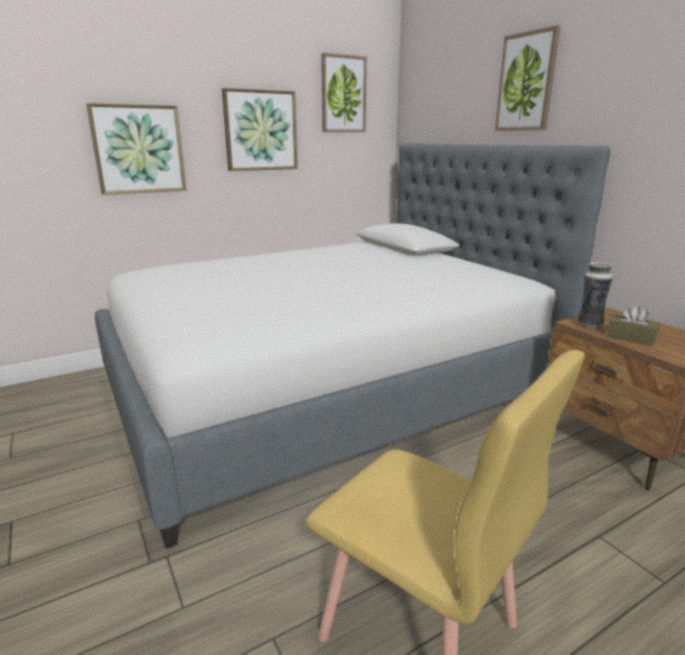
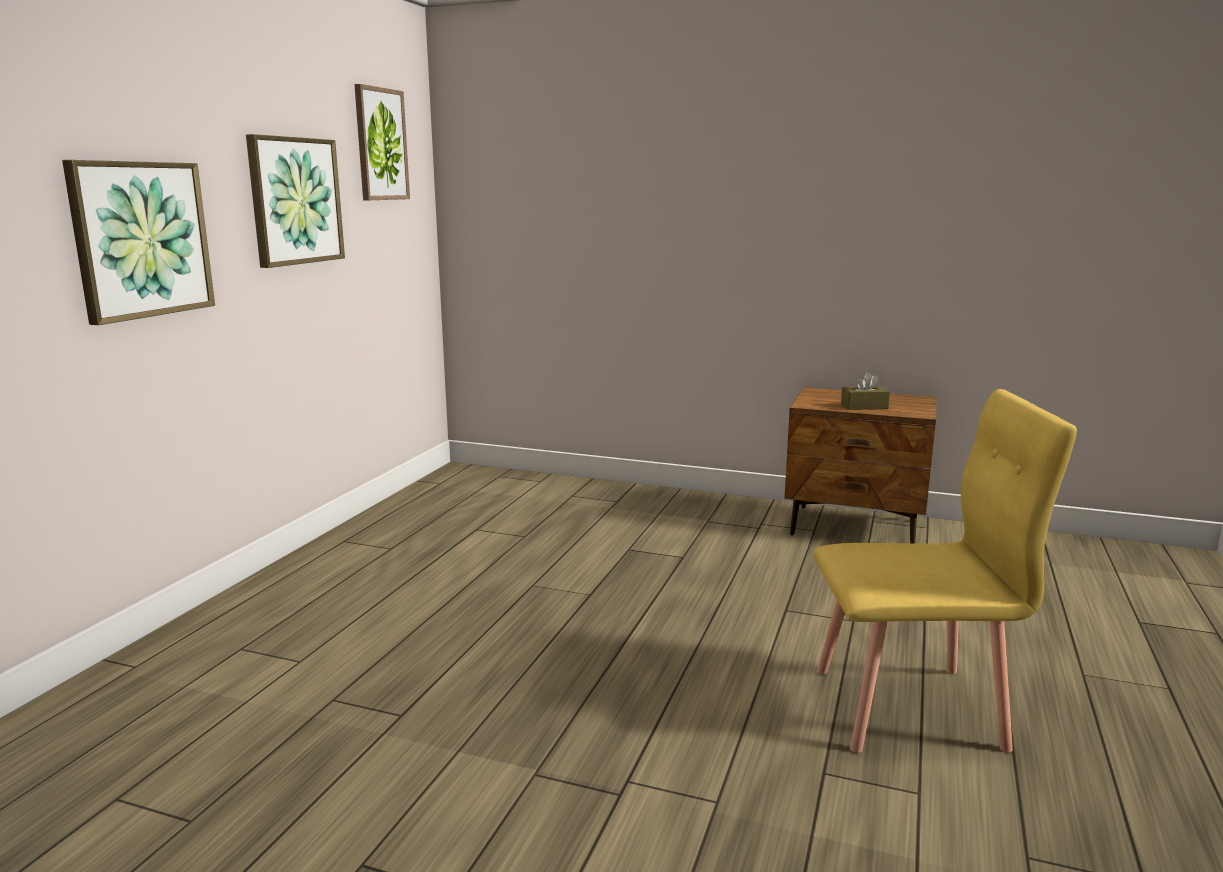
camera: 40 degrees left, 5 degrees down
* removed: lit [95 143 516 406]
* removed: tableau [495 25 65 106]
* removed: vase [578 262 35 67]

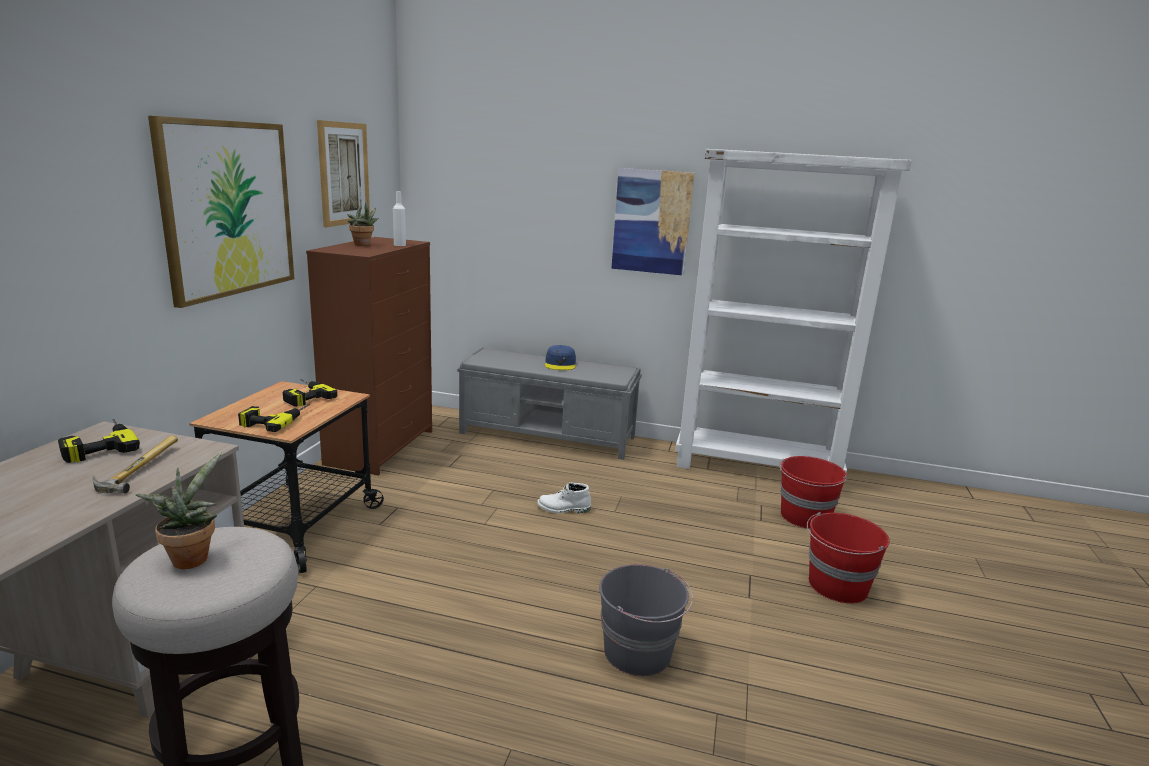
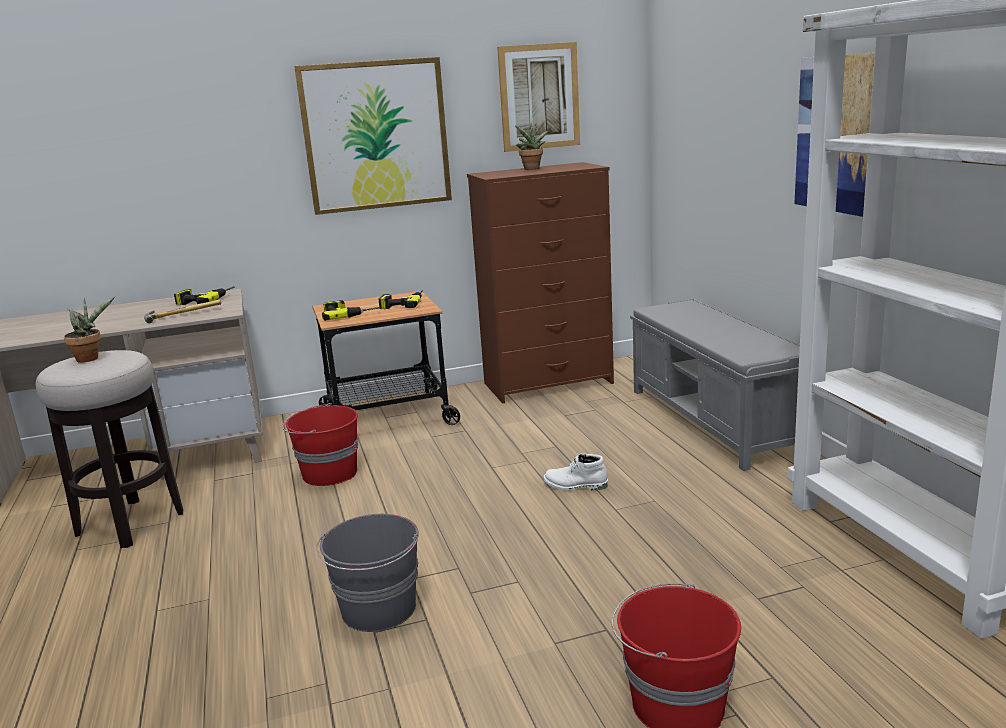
camera: 60 degrees right, 0 degrees up
* removed: bouteille/blanc [393 192 13 54]
* removed: casquette/bleu [545 345 31 25]
* moved: seau/rouge [779 456 68 73] to [282 403 76 83]
* turned: botte/blanc [537 482 54 31] = [544 453 64 38] 45 degrees counterclockwise

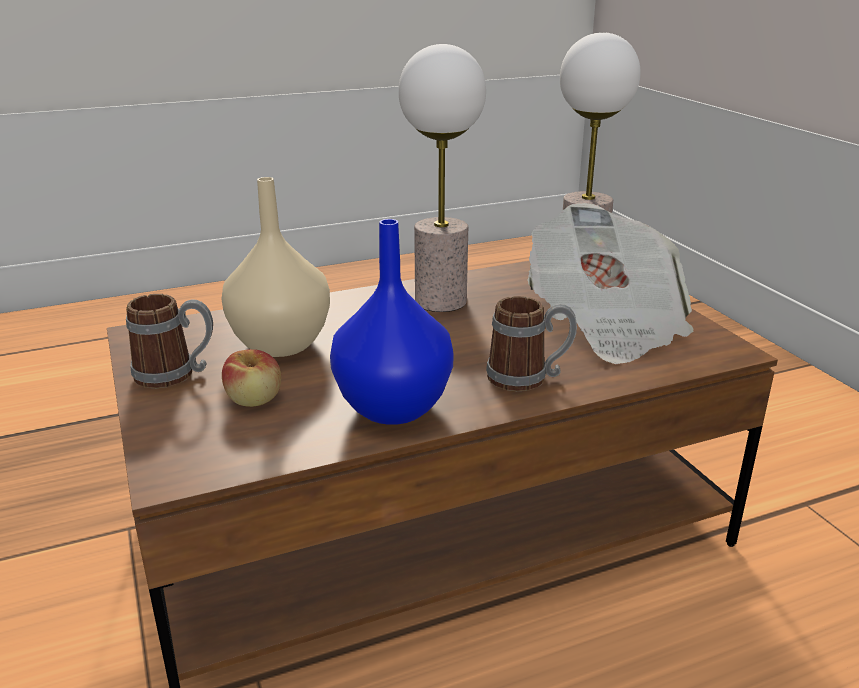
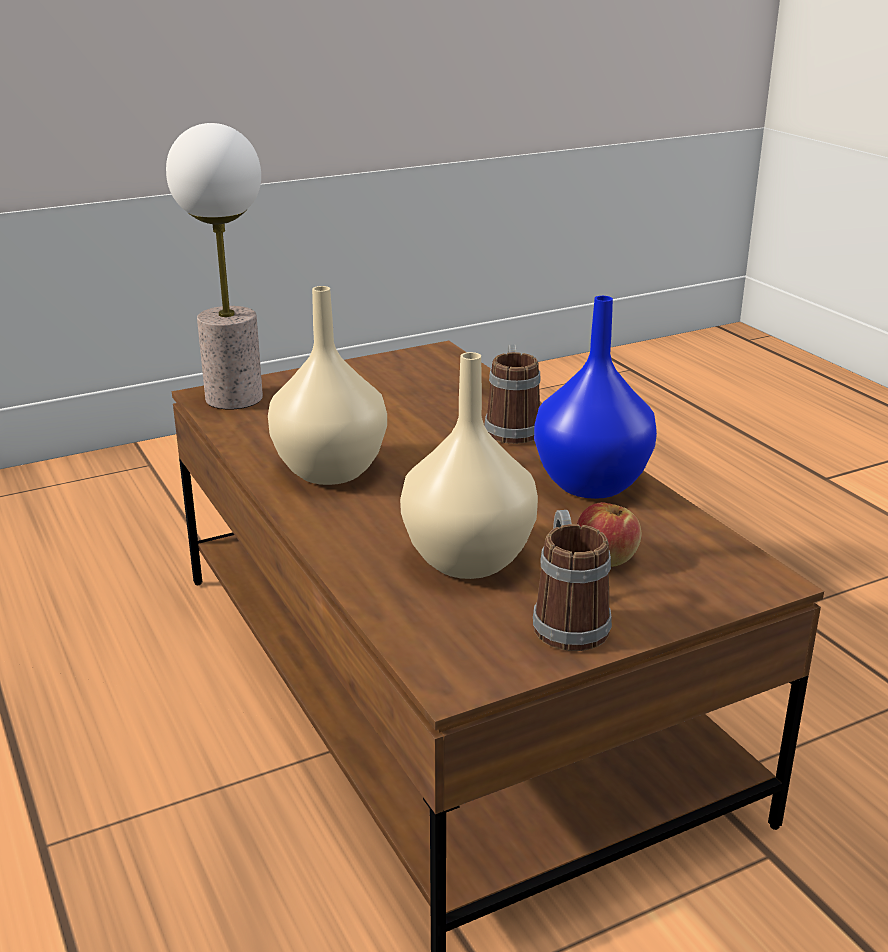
camera: 95 degrees left, 0 degrees up
* removed: journal [527 203 167 161]
* replaced: lampe de table [399 44 87 268] to vase/beige [268 286 119 199]

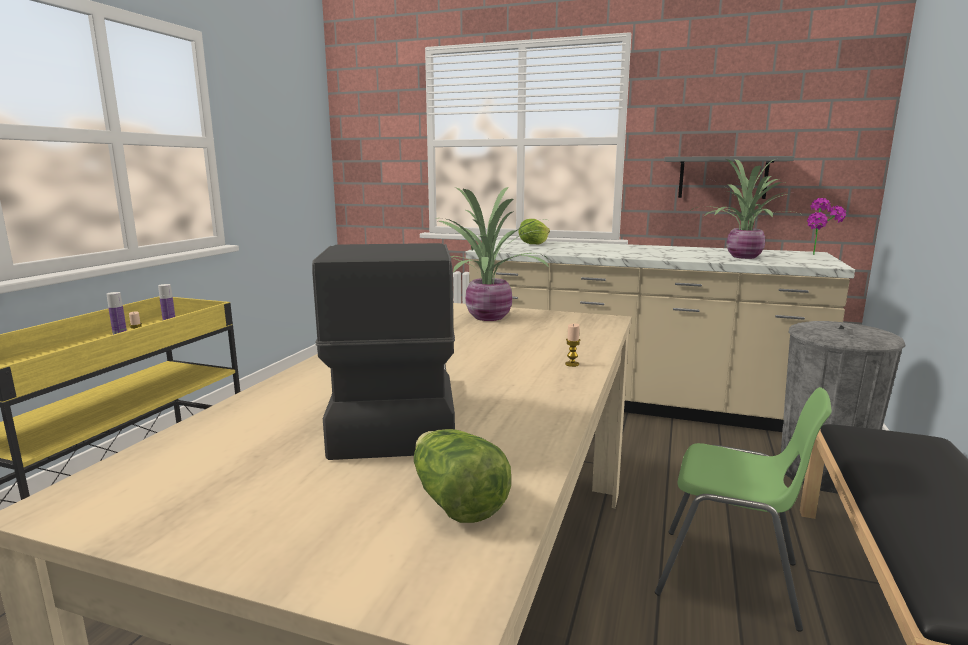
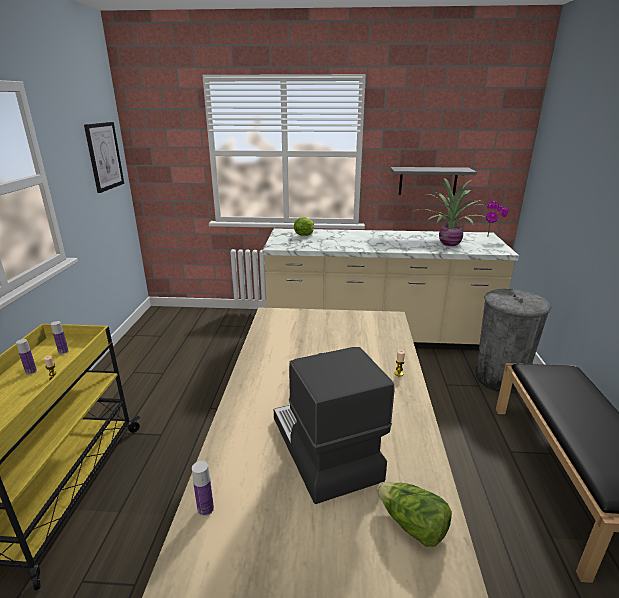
camera: 15 degrees left, 10 degrees up
* removed: plante en pot [436 187 114 134]
* removed: chaise/vert [655 387 177 245]
* added: tableau [84 122 40 71]
* added: bouteille [192 461 22 55]

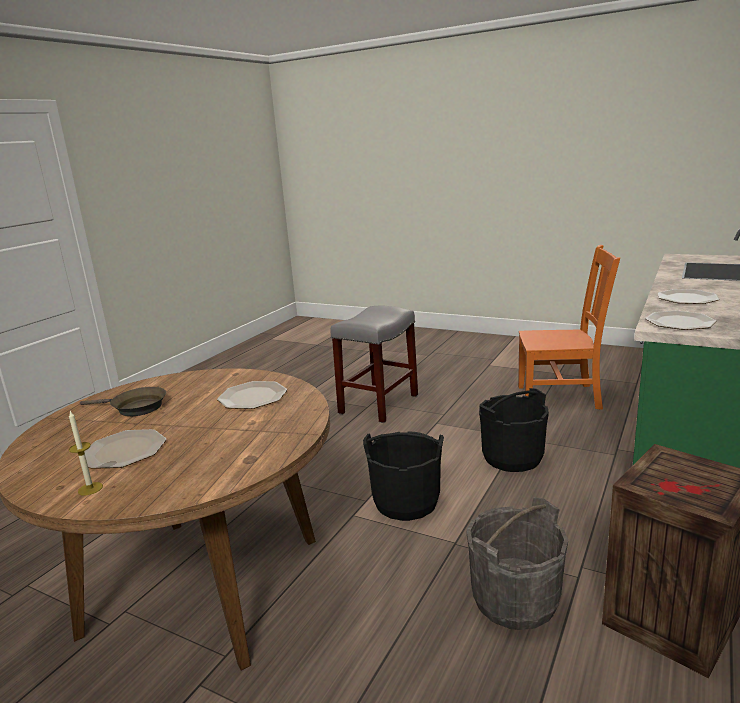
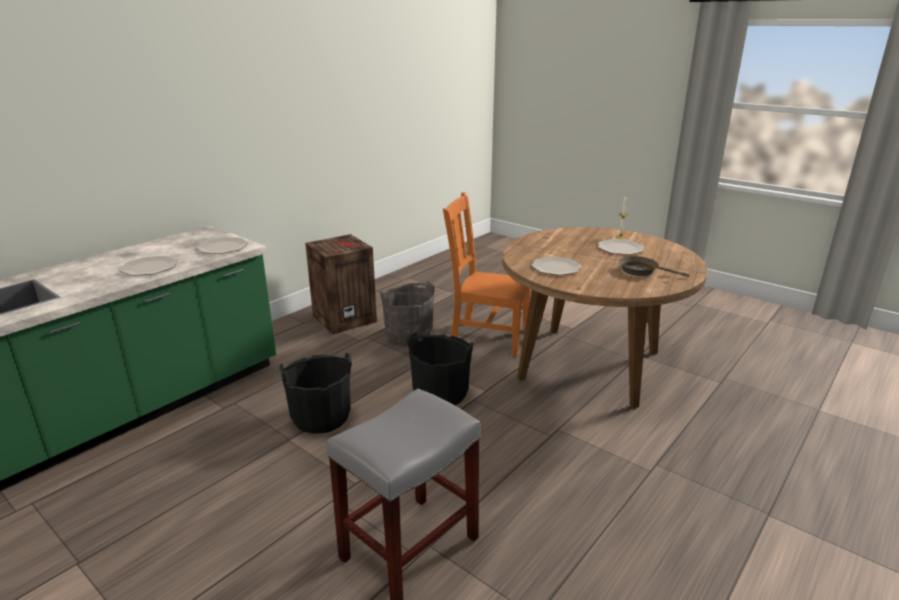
camera: 170 degrees left, 5 degrees up
* moved: chaise/orange [518 245 102 165] to [443 192 88 165]

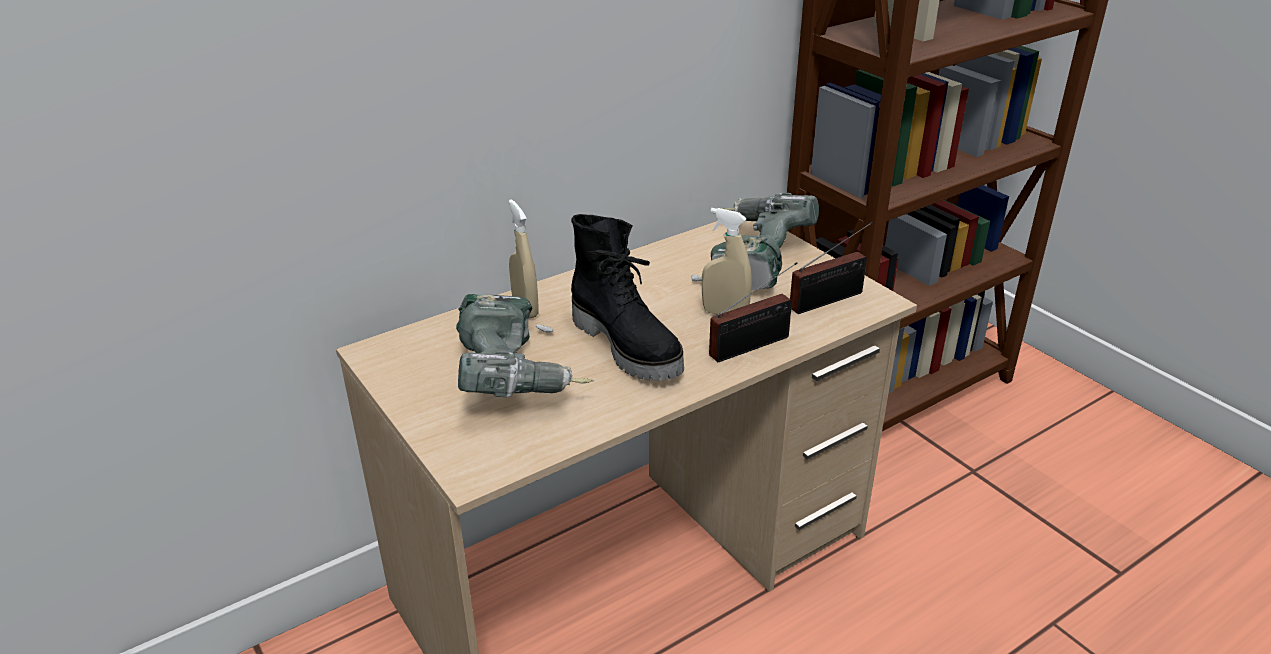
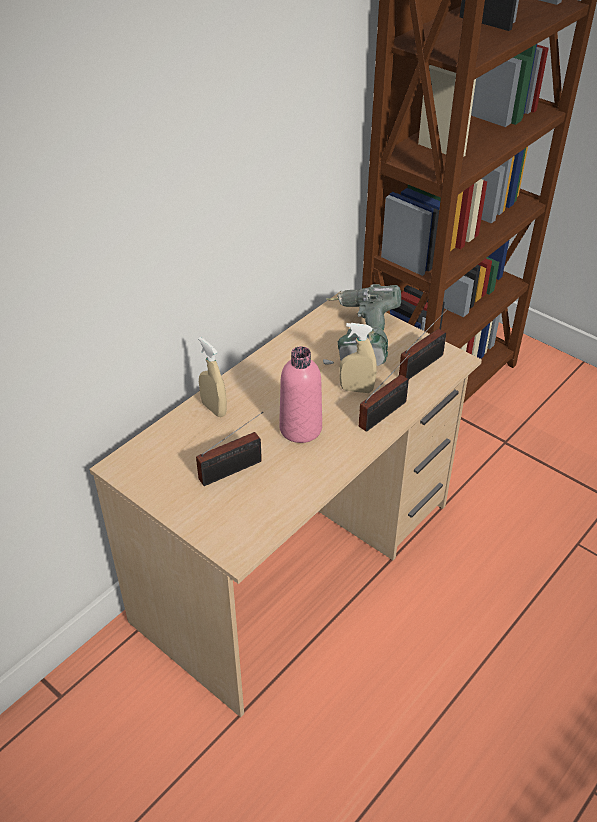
camera: 15 degrees left, 10 degrees up
* replaced: perceuse [456 294 138 103] to radio [196 412 67 74]
* replaced: botte/noir [571 214 113 167] to bouteille/rose [279 346 43 97]

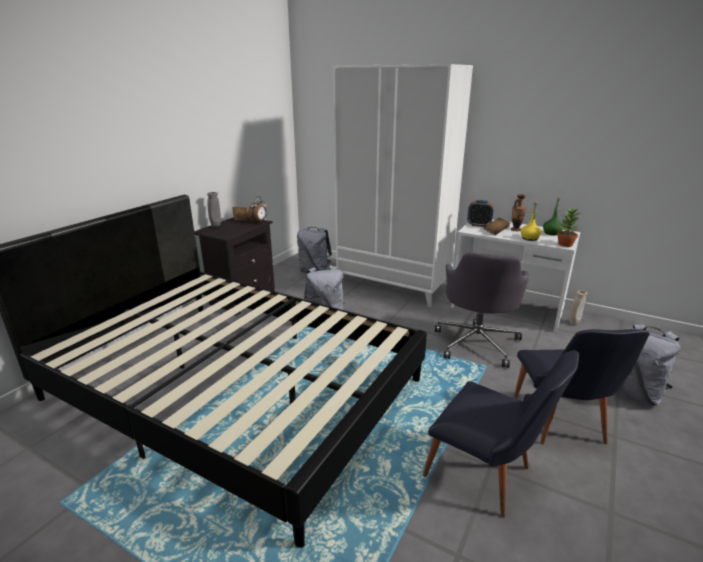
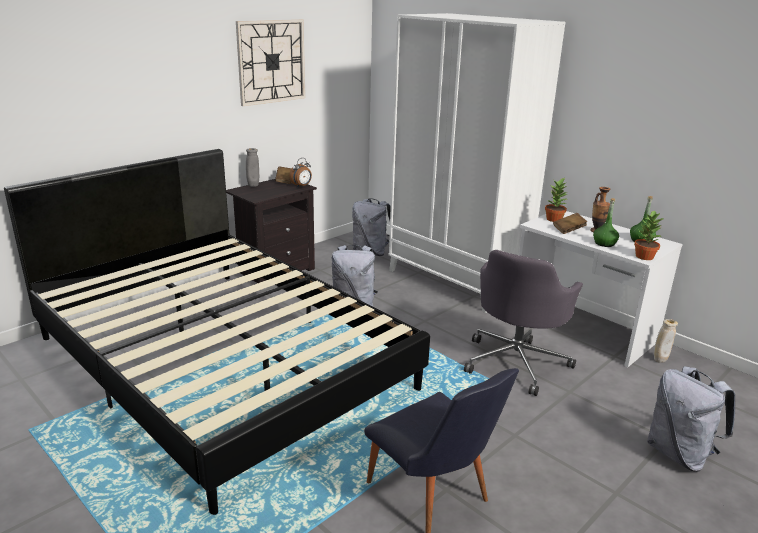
camera: 15 degrees right, 0 degrees up
* removed: chaise/noir [514 329 136 116]
* added: horloge murale [236 19 69 87]
* replaced: réveil [467 200 27 27] to plante en pot [545 177 22 45]
* recoloured: bouteille/jaune [521 202 20 39] to bouteille/vert [593 198 26 49]

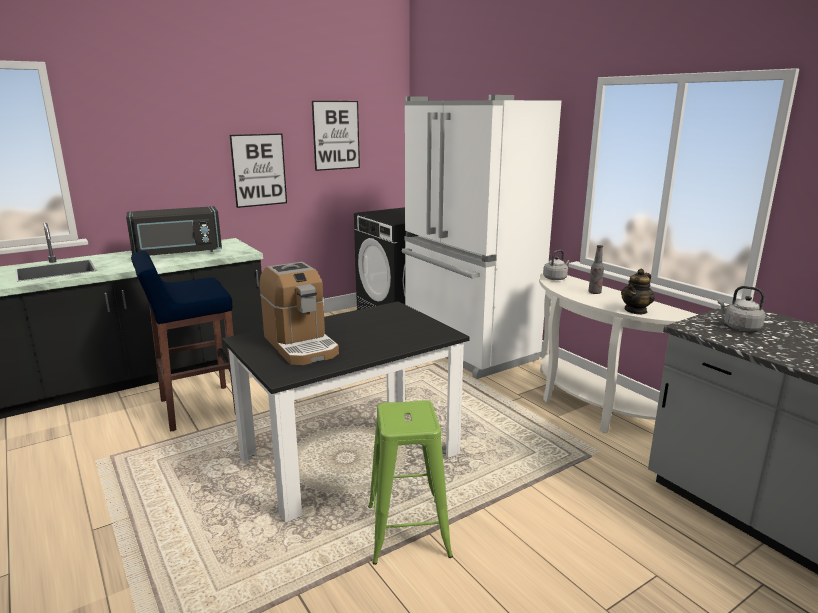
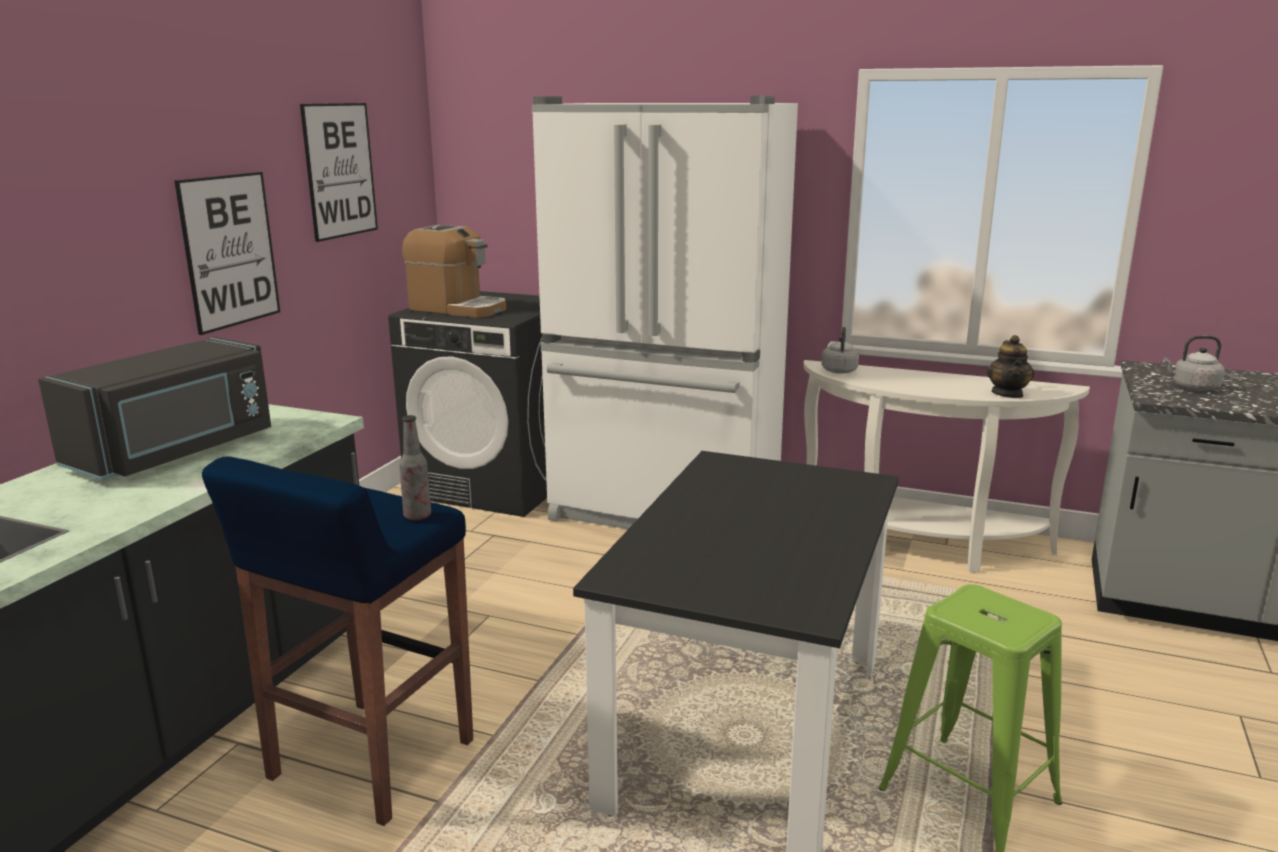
camera: 35 degrees left, 0 degrees up
* moved: machine à café [259 262 80 103] to [402 225 104 93]
* moved: bouteille [589 245 15 49] to [399 415 32 105]

